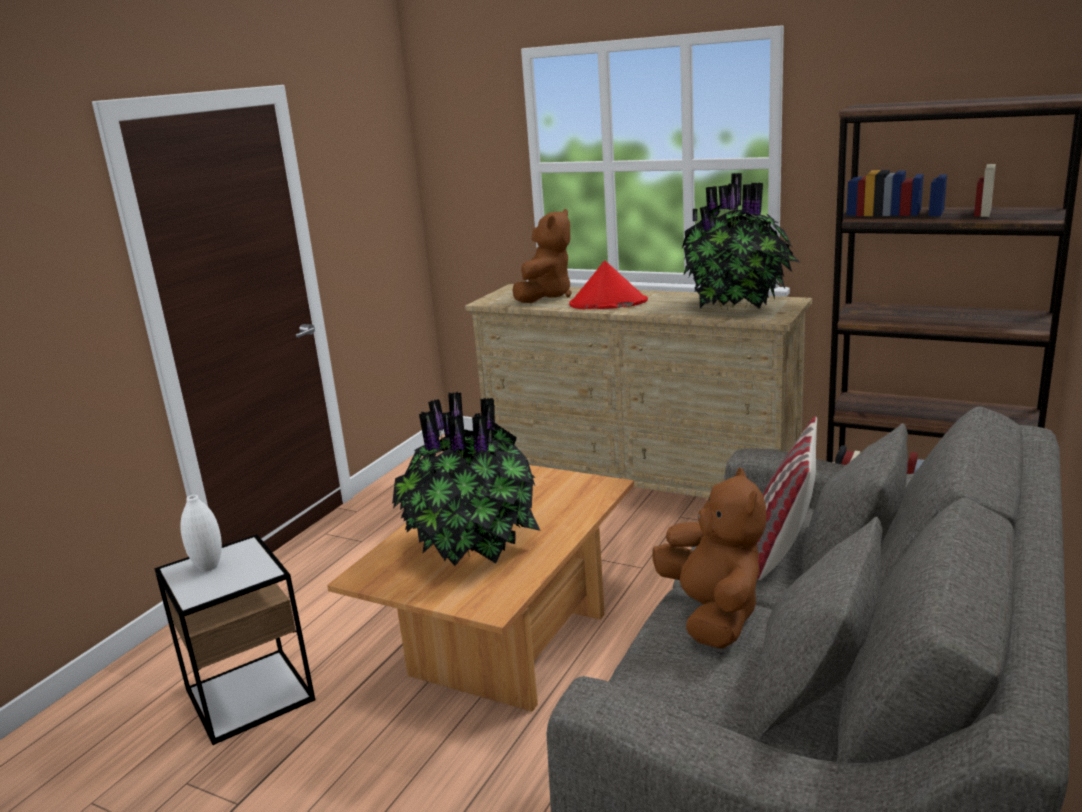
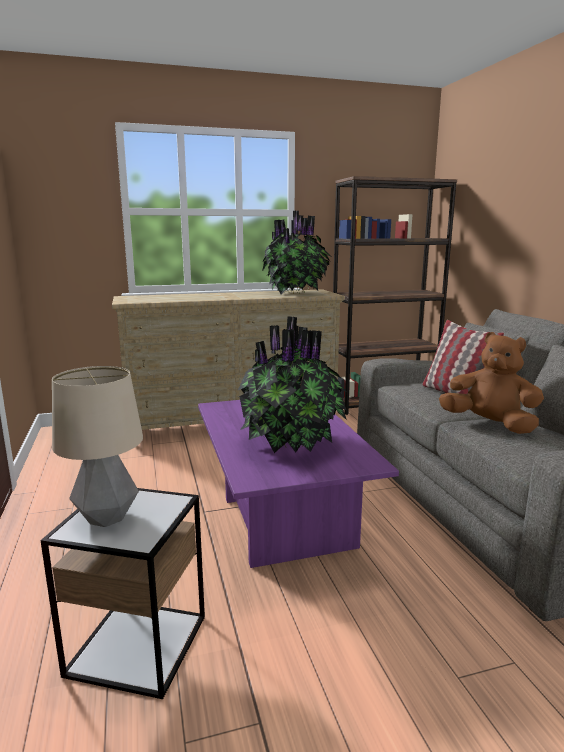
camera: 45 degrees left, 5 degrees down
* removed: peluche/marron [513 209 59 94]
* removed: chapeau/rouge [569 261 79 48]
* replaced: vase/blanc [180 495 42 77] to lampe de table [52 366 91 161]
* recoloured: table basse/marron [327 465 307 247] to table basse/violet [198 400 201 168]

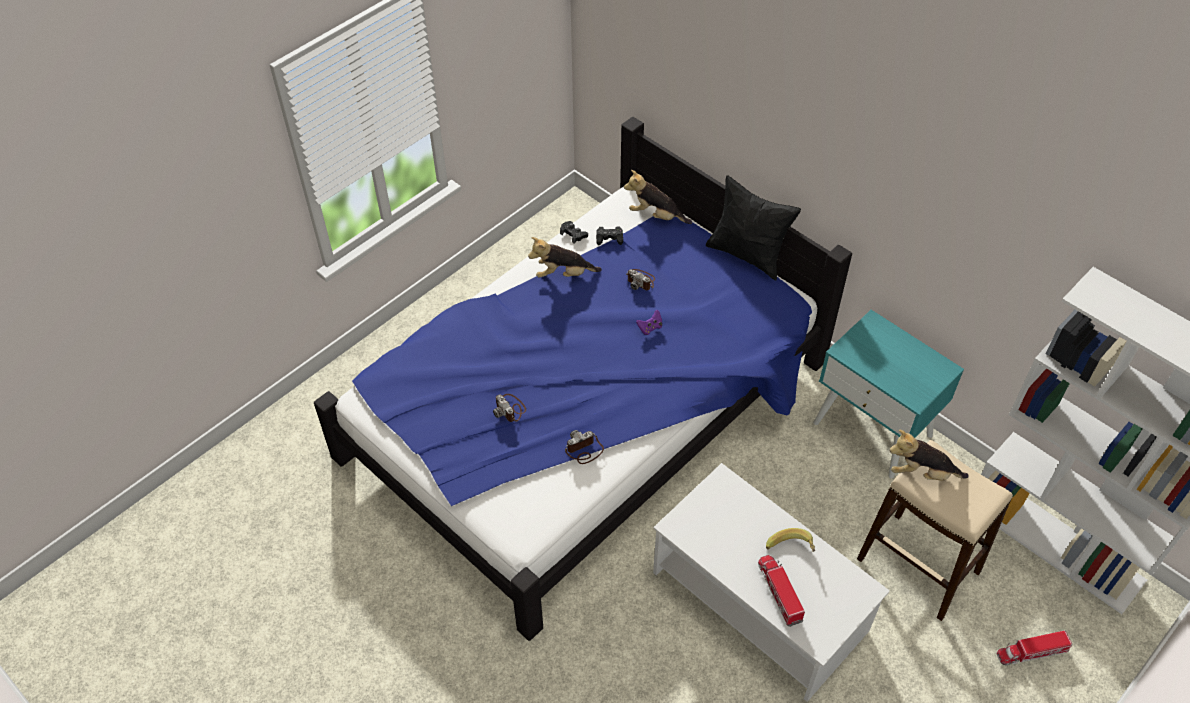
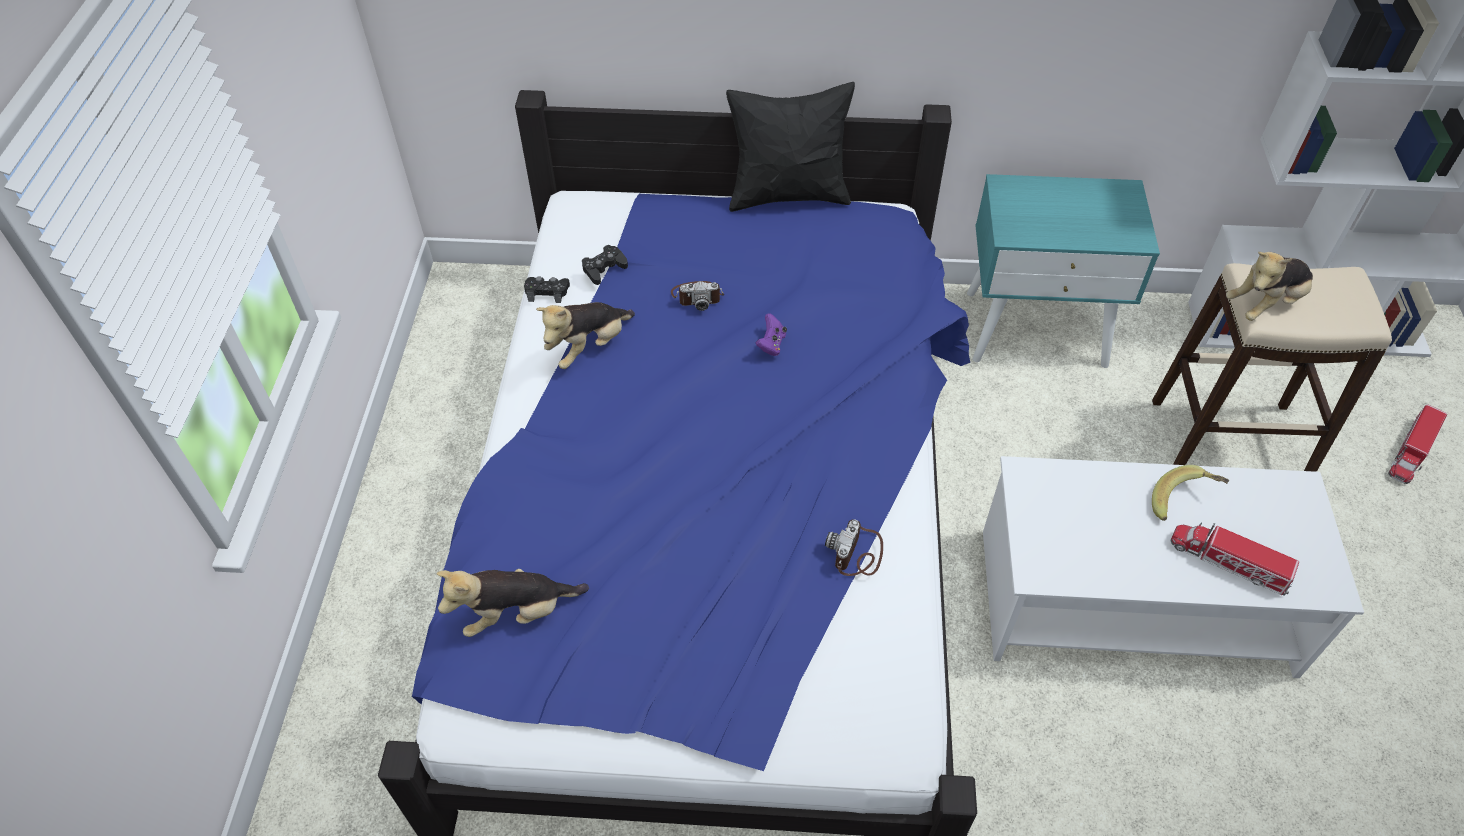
camera: 40 degrees left, 0 degrees up
* removed: appareil photo [493 394 33 28]
* moved: peluche [624 170 68 54] to [437 569 152 68]

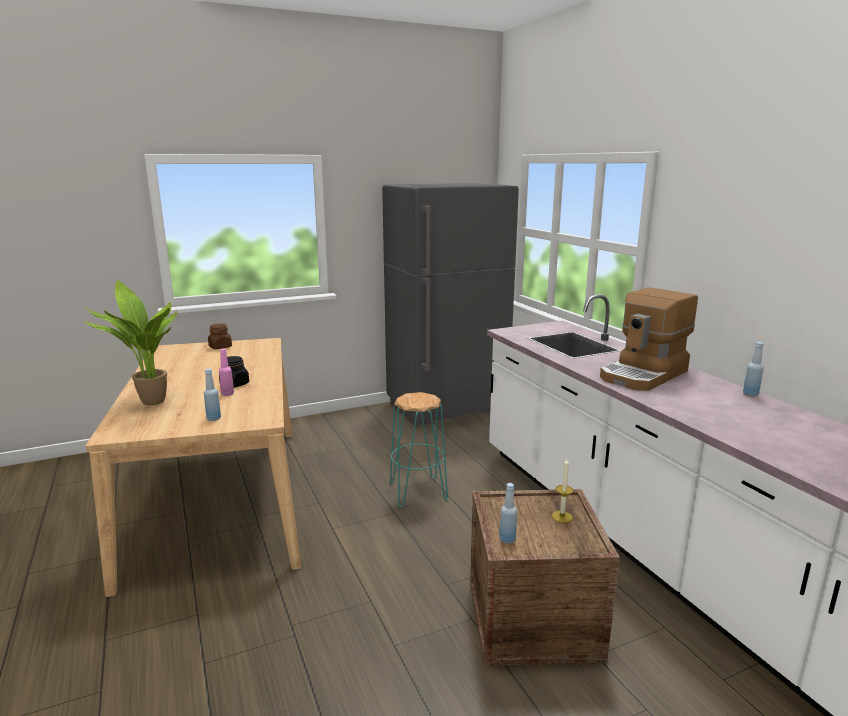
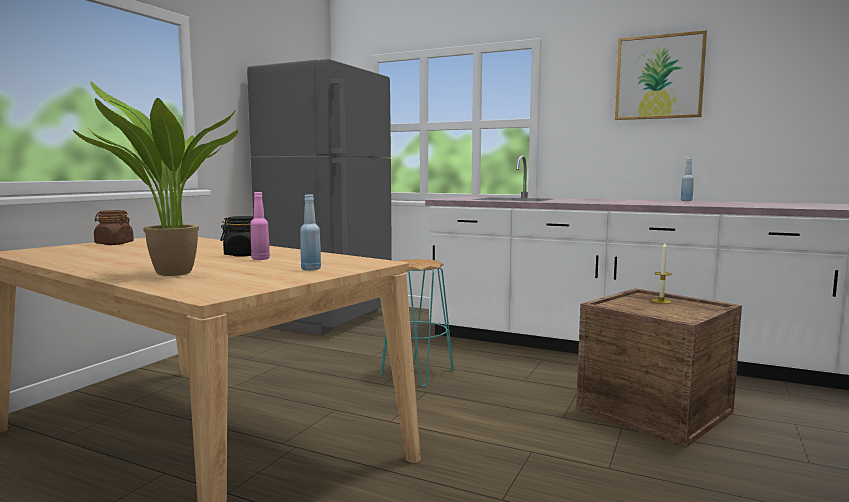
camera: 40 degrees left, 10 degrees down
* removed: bouteille/bleu [499 483 18 61]
* removed: machine à café [600 287 98 104]
* added: tableau [615 30 92 90]

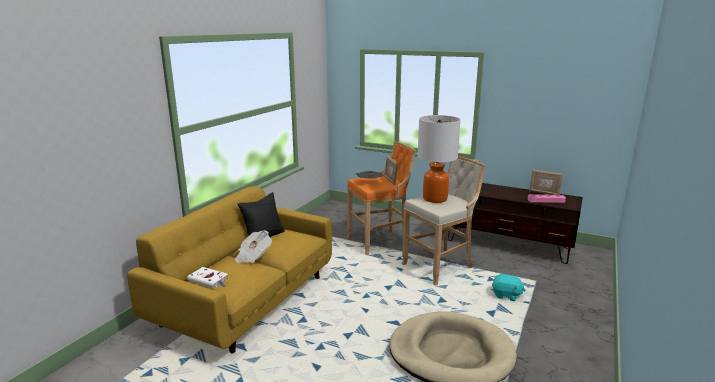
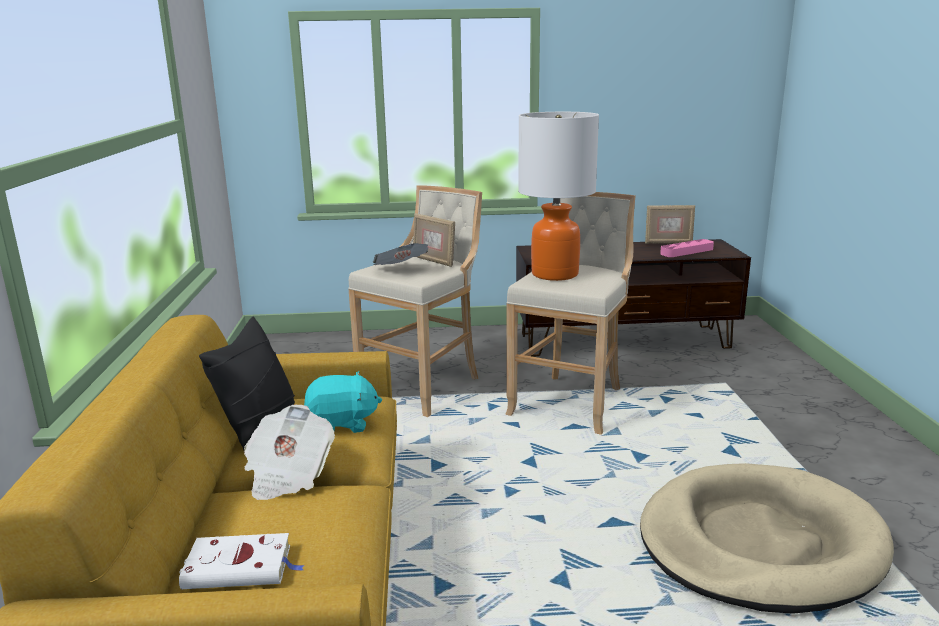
camera: 30 degrees left, 0 degrees up
* moved: peluche/turquoise [492 274 34 27] to [304 371 78 62]
* recoloured: tabouret/orange [347 142 69 113] to tabouret/beige [348 185 134 232]

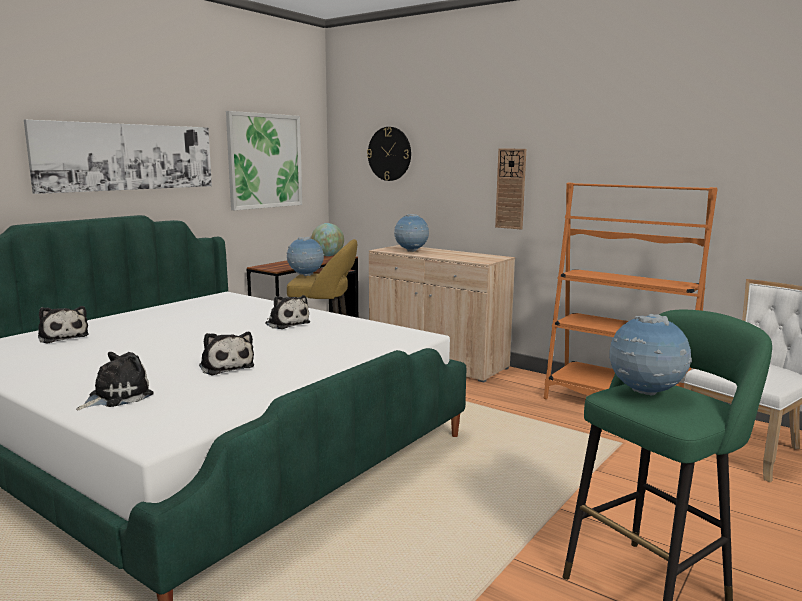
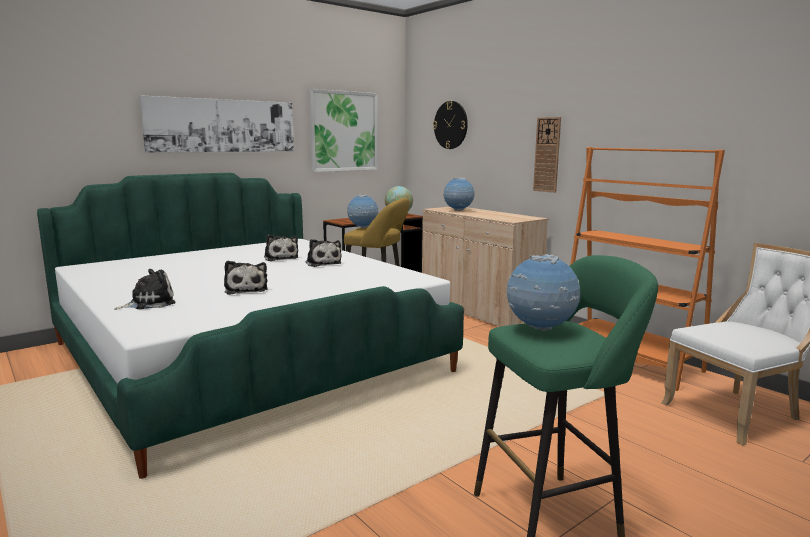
camera: 15 degrees right, 0 degrees up
* moved: peluche [38 306 51 38] to [264 235 35 26]

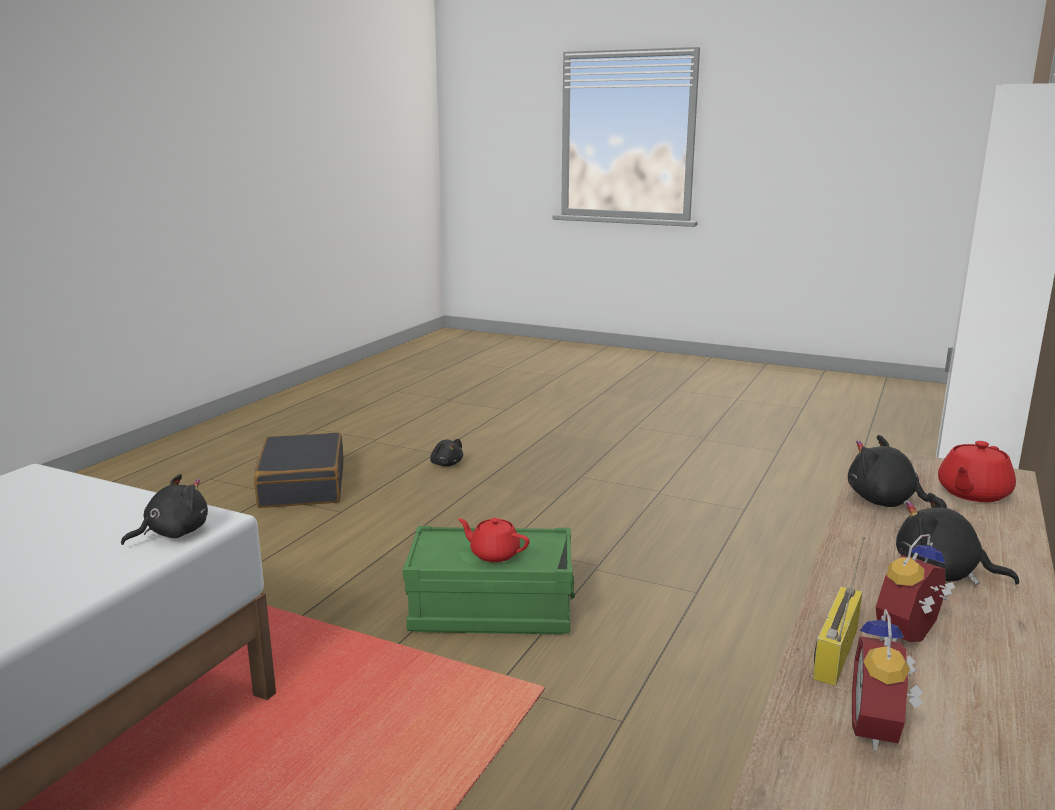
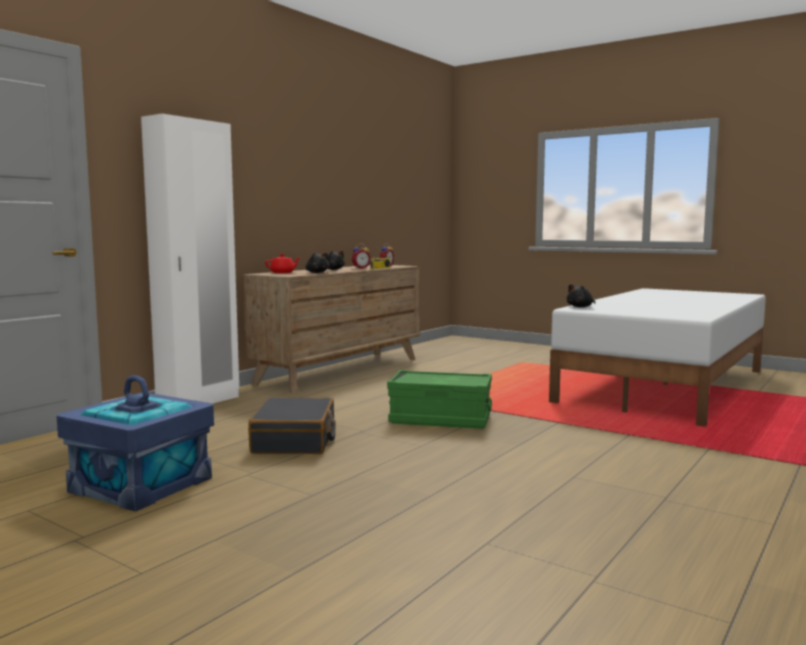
camera: 170 degrees left, 10 degrees down
* removed: peluche/noir [430 439 33 28]
* removed: théière/rouge [458 518 71 44]
* added: boîte de rangement/bleu [56 375 158 137]
* moved: valise/noir [254 432 89 76] to [248 397 87 57]

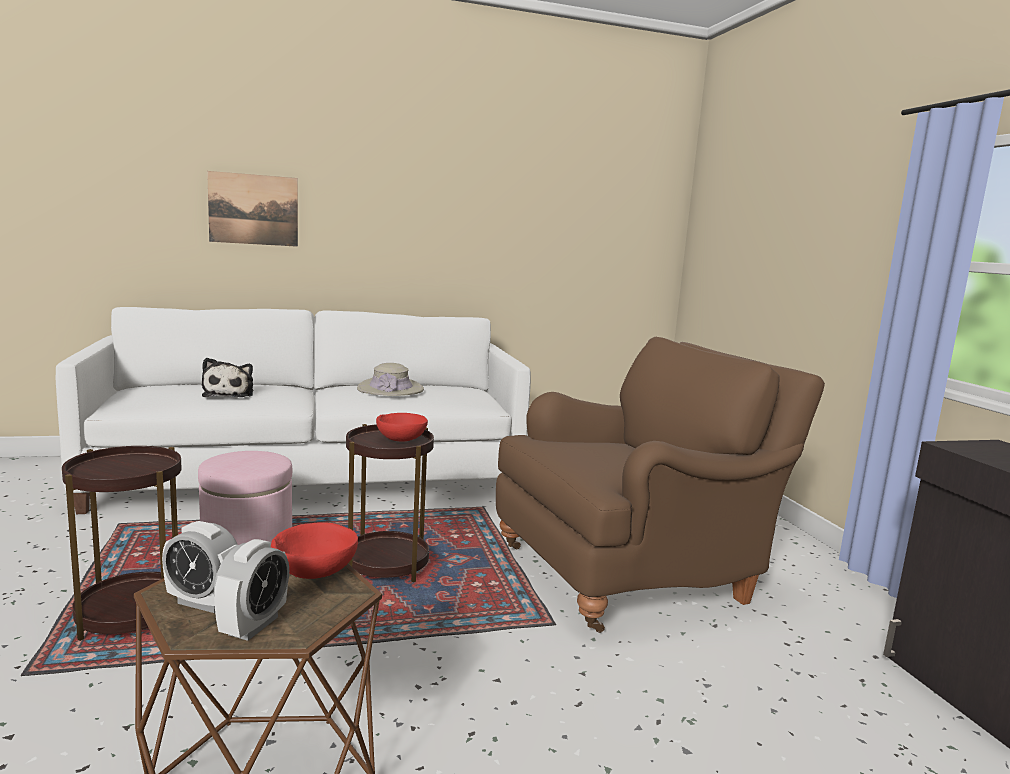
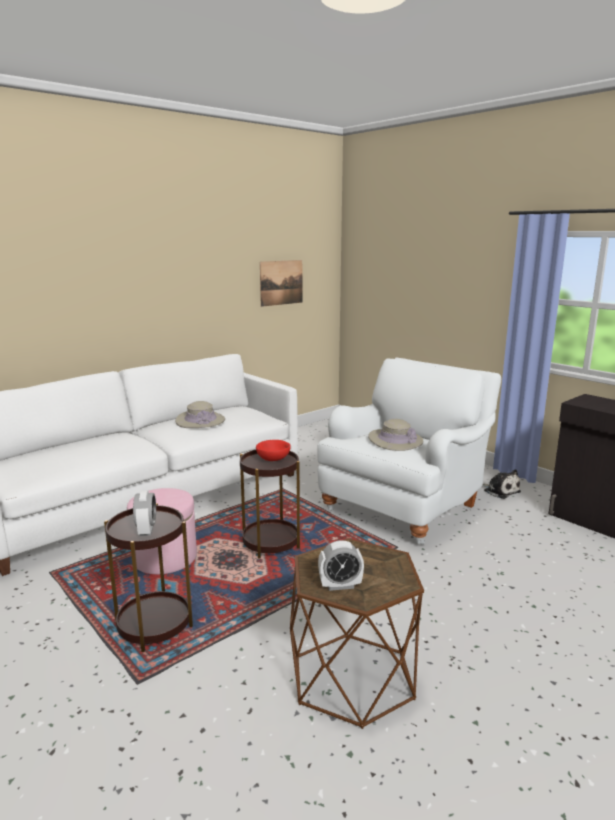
camera: 25 degrees left, 5 degrees up
* removed: bol/rouge [271 522 87 57]
* added: chapeau/beige [368 419 55 32]
* moved: peluche [202 358 51 39] to [483 469 38 30]
* moved: tableau [207 171 91 76] to [260 260 42 47]
* moved: réveil [214 539 75 102] to [133 491 23 45]
* recoloured: fauteuil/marron [496 337 329 296] to fauteuil/blanc [317 358 184 187]

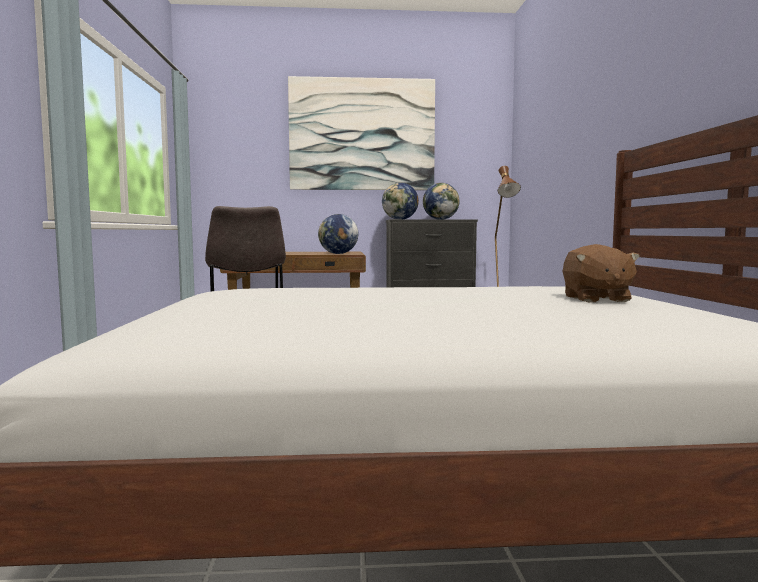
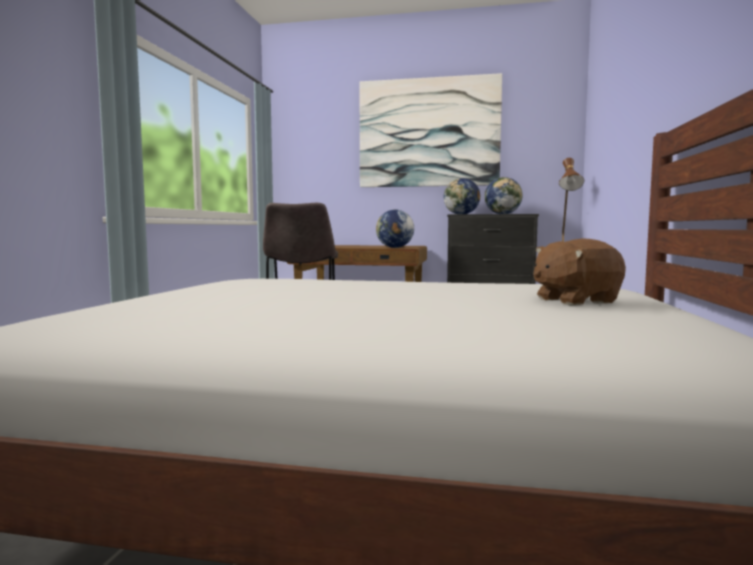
camera: 15 degrees right, 0 degrees up
* turned: peluche/marron [563 244 77 58] = [533 238 93 67] 60 degrees clockwise

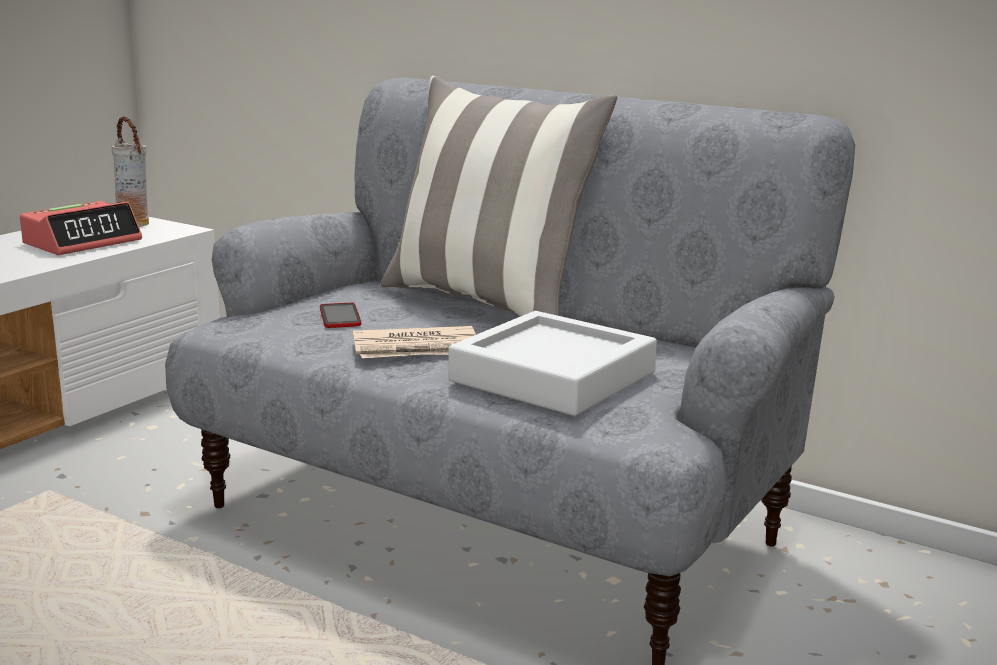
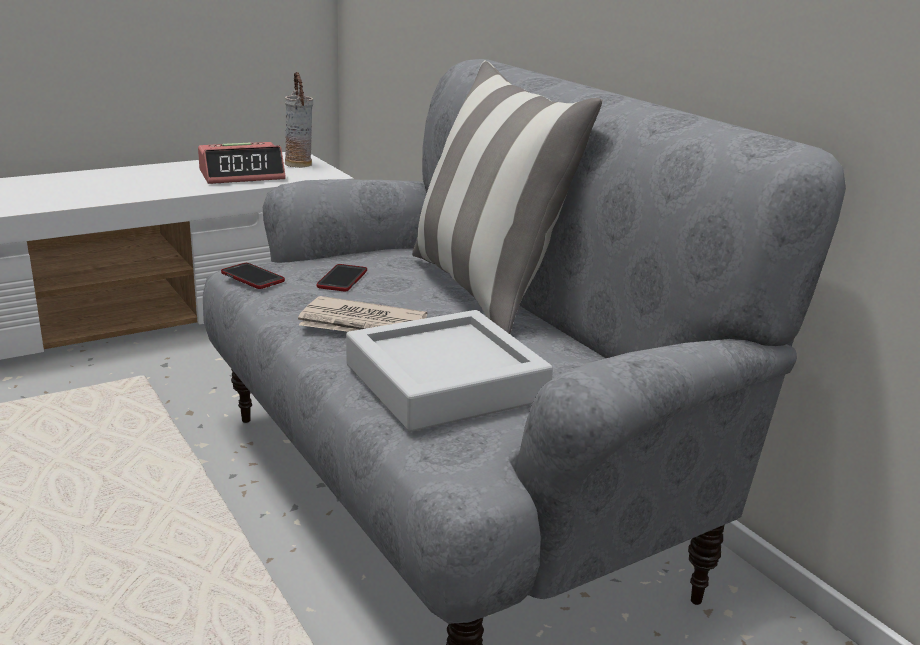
camera: 25 degrees right, 5 degrees up
* added: téléphone [221 263 64 26]

